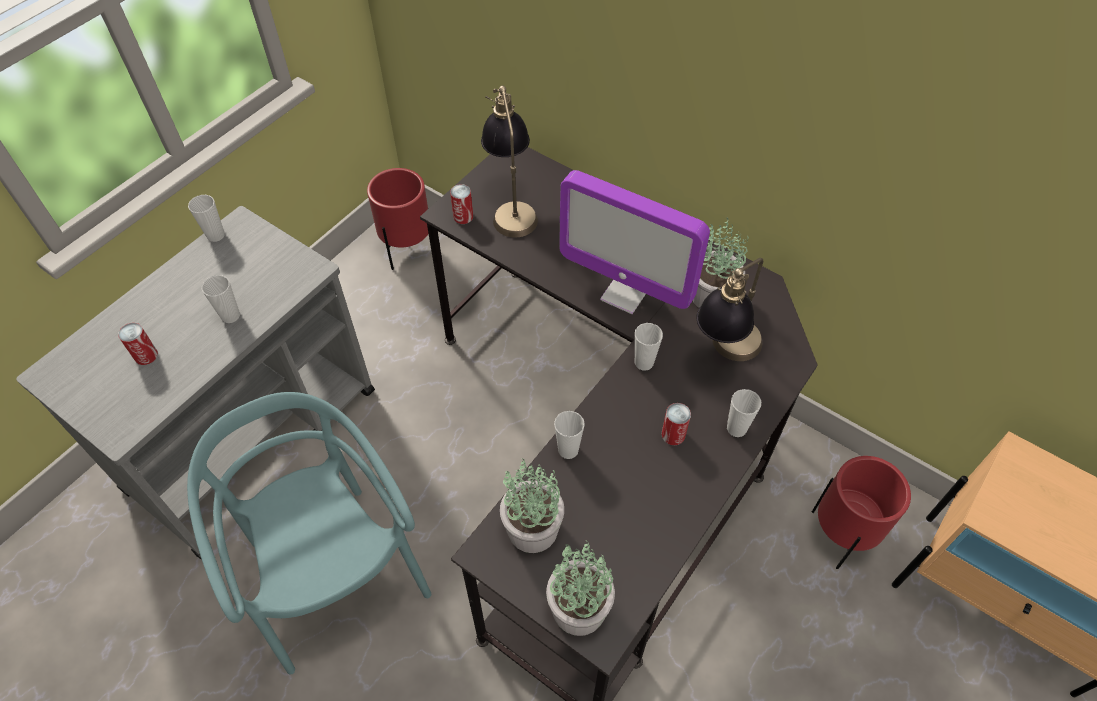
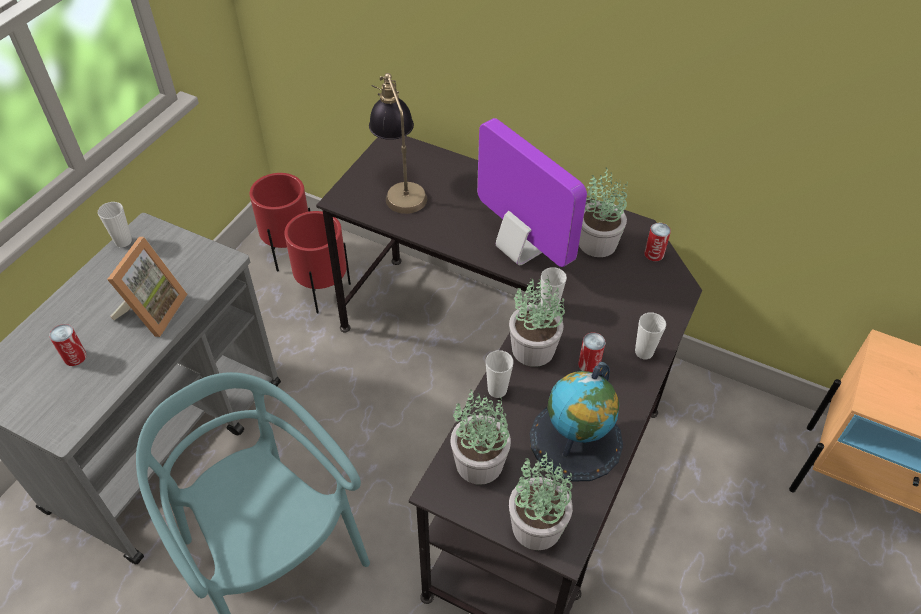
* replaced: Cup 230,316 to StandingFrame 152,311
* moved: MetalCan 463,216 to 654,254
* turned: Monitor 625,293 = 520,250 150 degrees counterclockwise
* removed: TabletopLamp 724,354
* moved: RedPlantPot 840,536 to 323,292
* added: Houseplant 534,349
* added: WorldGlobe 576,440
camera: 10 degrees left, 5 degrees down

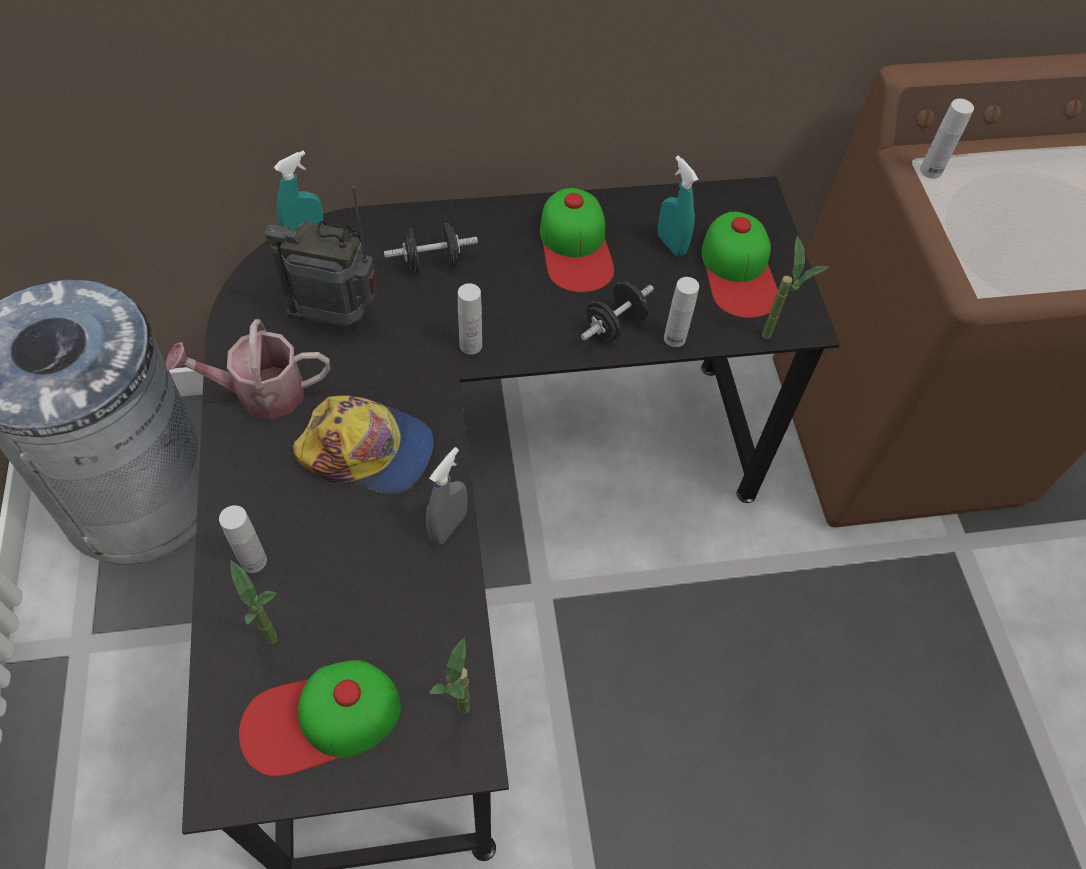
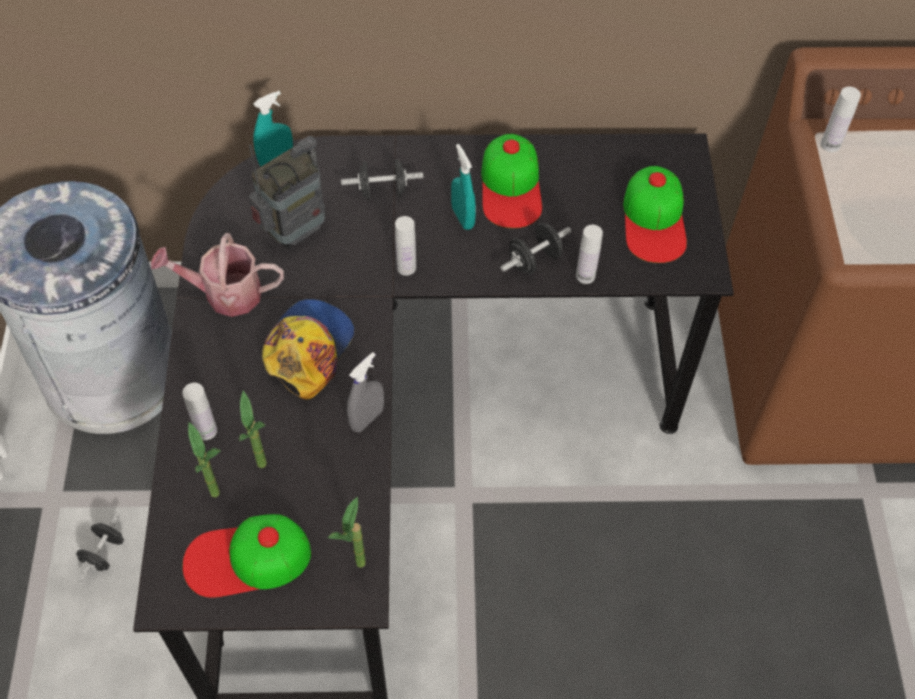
* turned: RadioReceiver 337,315 = 295,232 120 degrees clockwise
* turned: PeakedCap 367,450 = 308,349 90 degrees counterclockwise
* moved: TurquoiseColouredSprayBottle 671,244 to 462,217
* moved: Houseplant 773,342 to 265,472
* added: BlackishHandWeight 104,554
camera: 10 degrees right, 0 degrees up

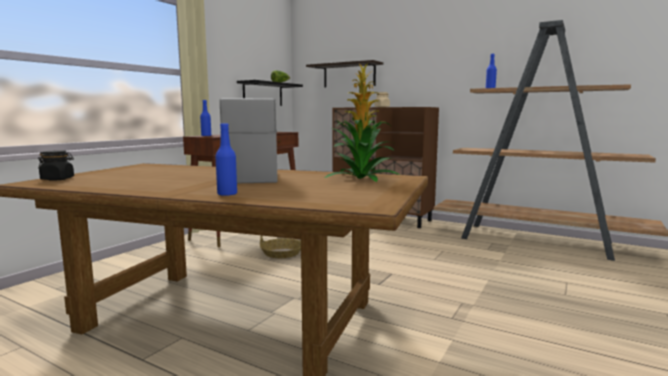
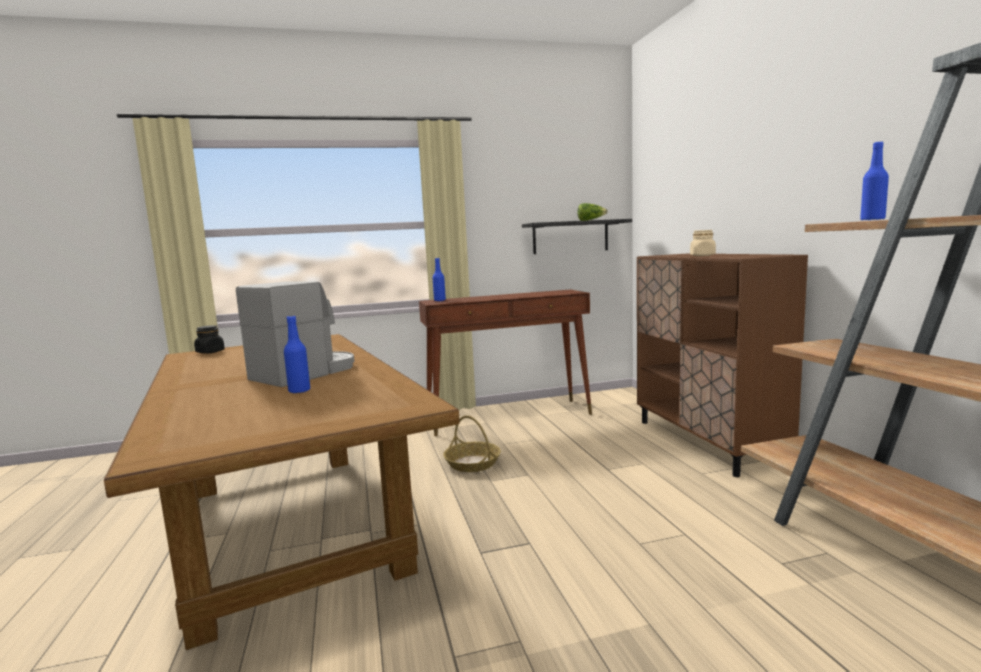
* moved: BluishDrinkBottle 227,194 to 299,391
* removed: BracketShelf 349,75
* removed: Houseplant 362,178
camera: 45 degrees right, 0 degrees up

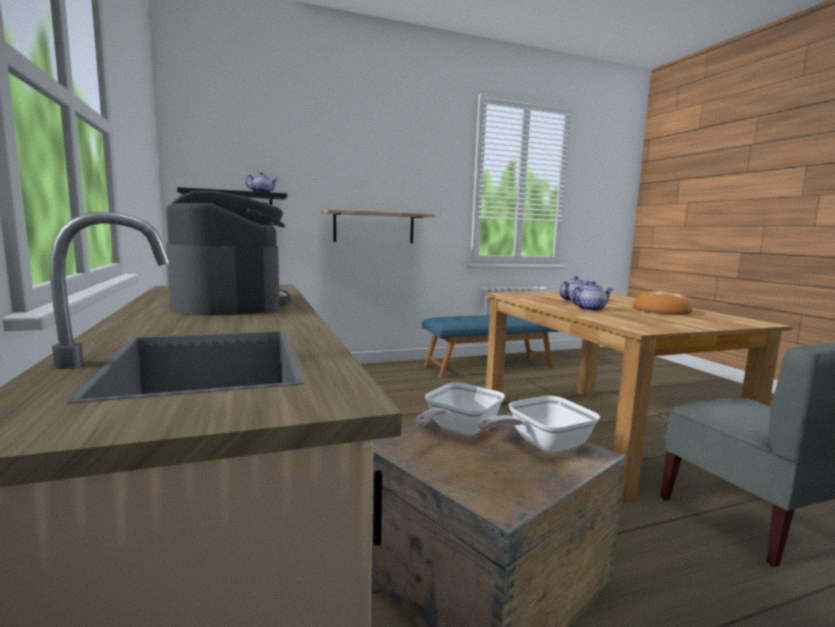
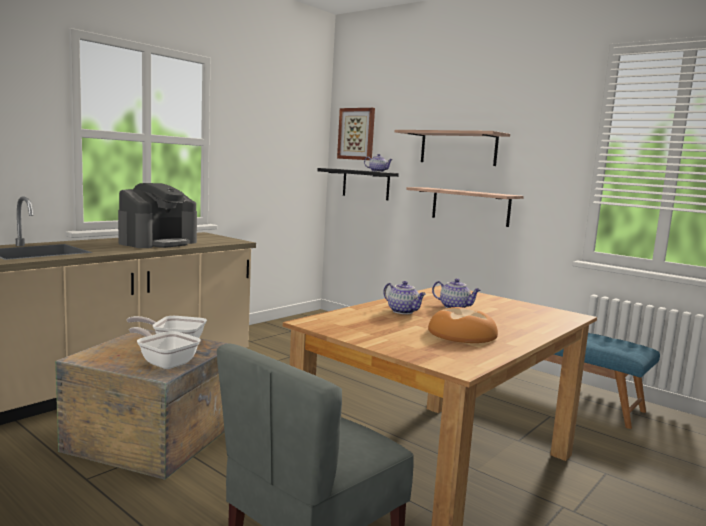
* added: Picture 356,134
* added: BracketShelf 458,148
camera: 60 degrees right, 0 degrees up

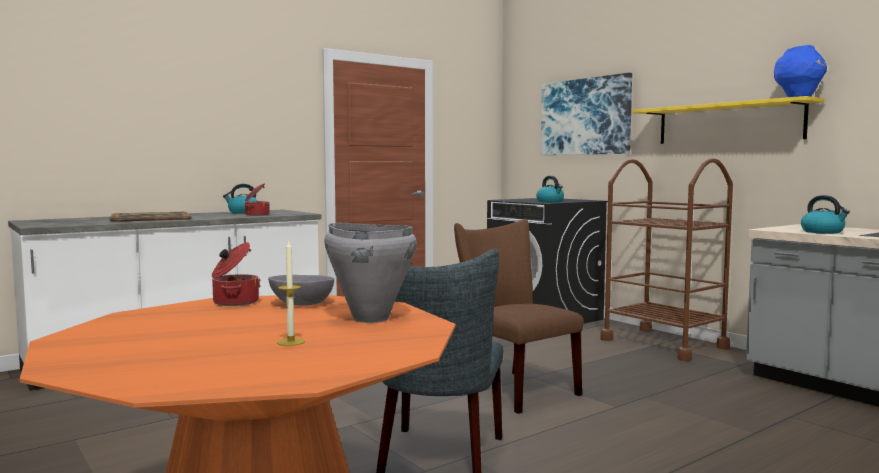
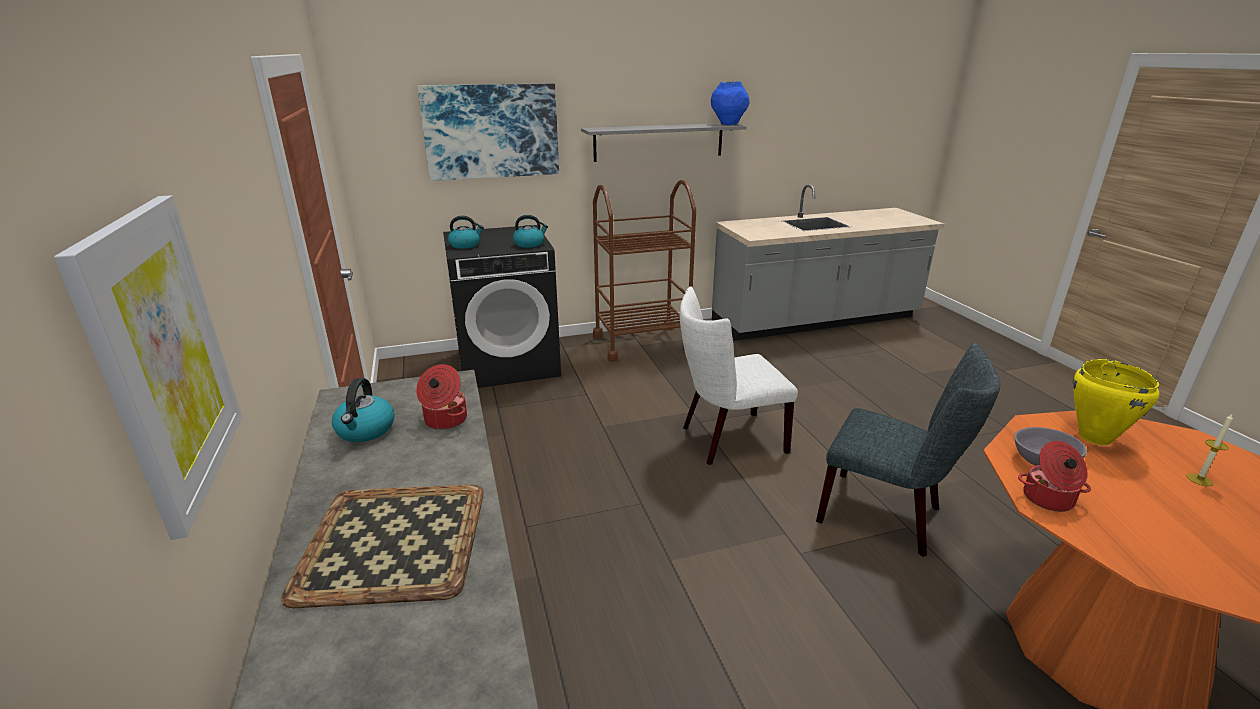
* recoloured: GreyishCookingPot 370,319 to YellowColouredCookingPot 1094,438
* recoloured: BrownPlainChair 512,388 to WhiteColouredPlainChair 727,440
* recoloured: YellowColouredBracketShelf 728,123 to GreyishBracketShelf 659,142
* moved: WaterKettle 823,232 to 465,245
* added: Picture 163,358
camera: 70 degrees left, 20 degrees up

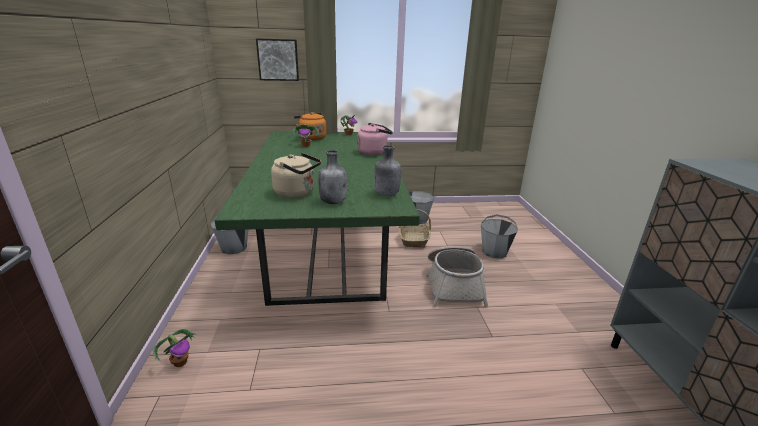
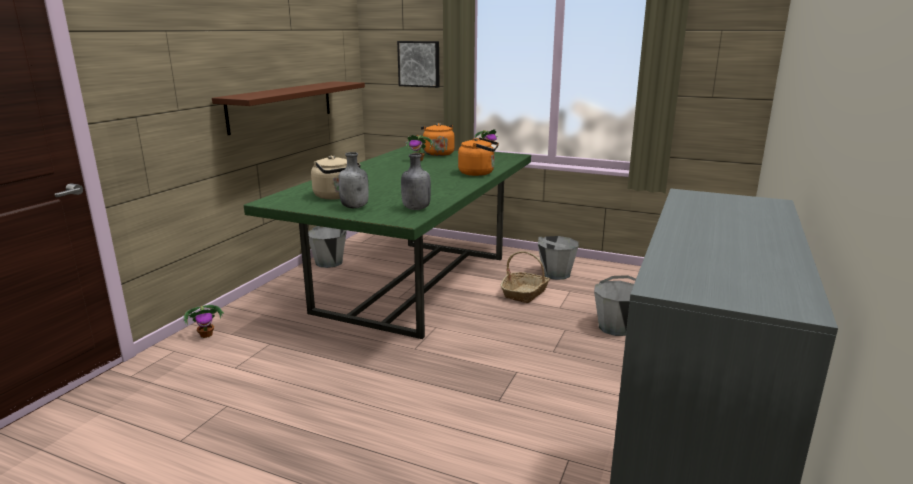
* recoloured: PinkWaterKettle 374,152 to OrangeWaterKettle 479,173
* removed: HouseholdBasket 453,285
* added: BrownBracketShelf 282,106
camera: 30 degrees right, 5 degrees down

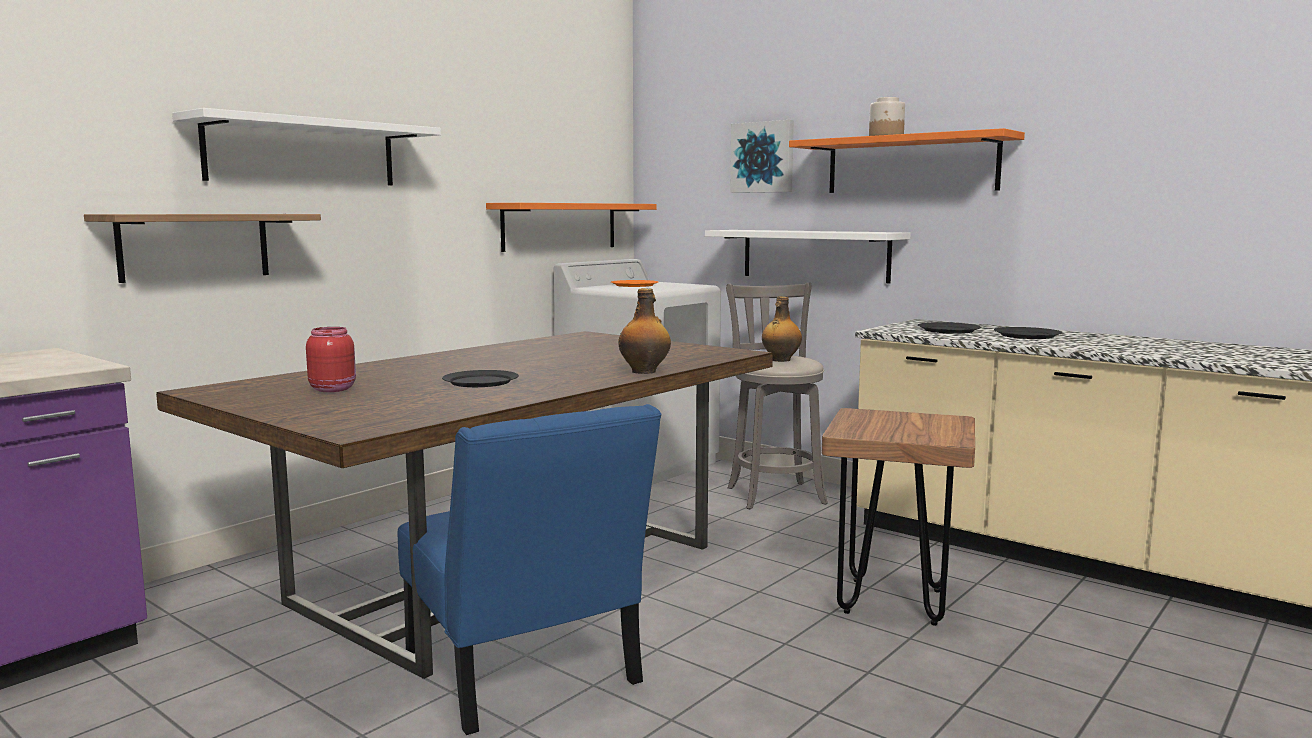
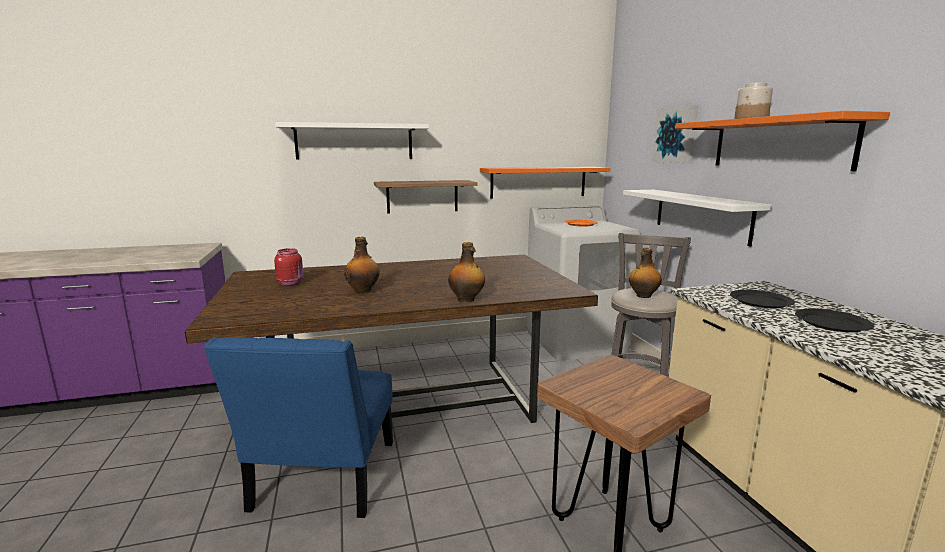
* moved: BracketShelf 195,246 to 422,196
* replaced: BlackishDinnerPlate 481,381 to DrinkBottle 363,291
camera: 35 degrees right, 5 degrees up

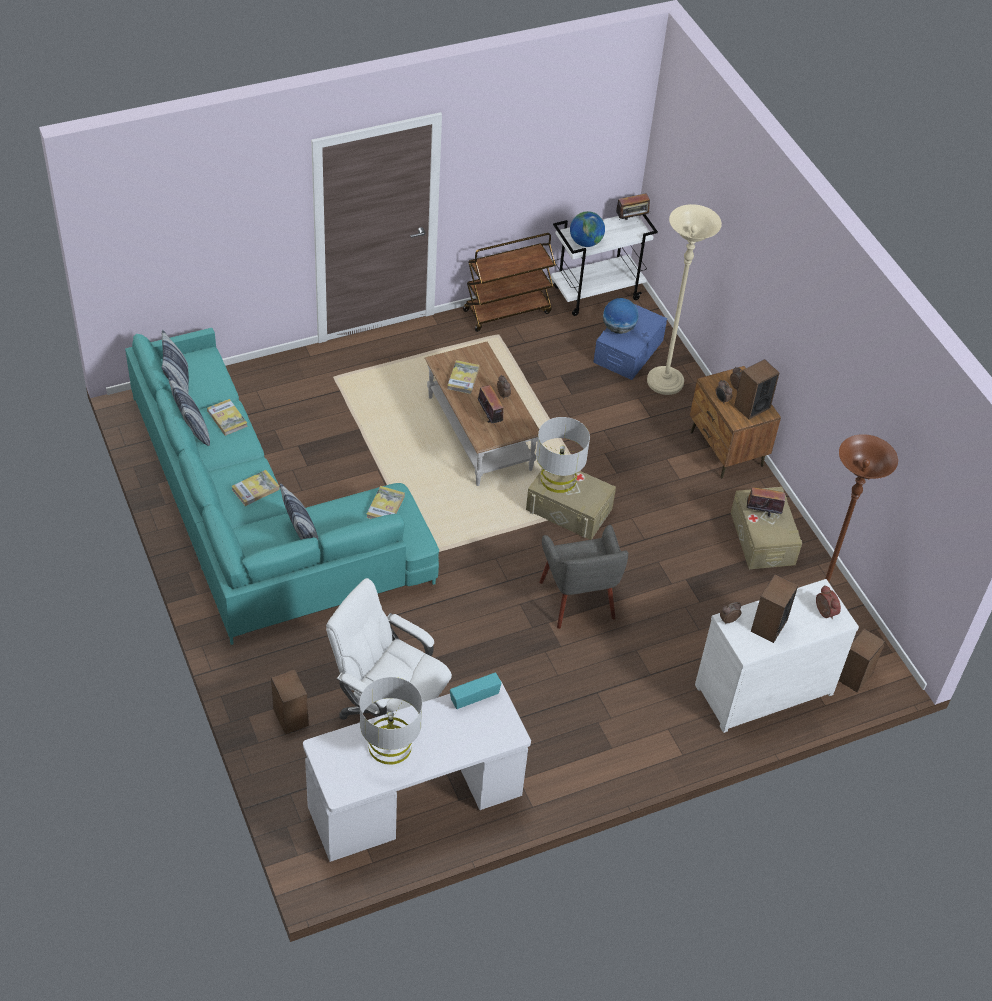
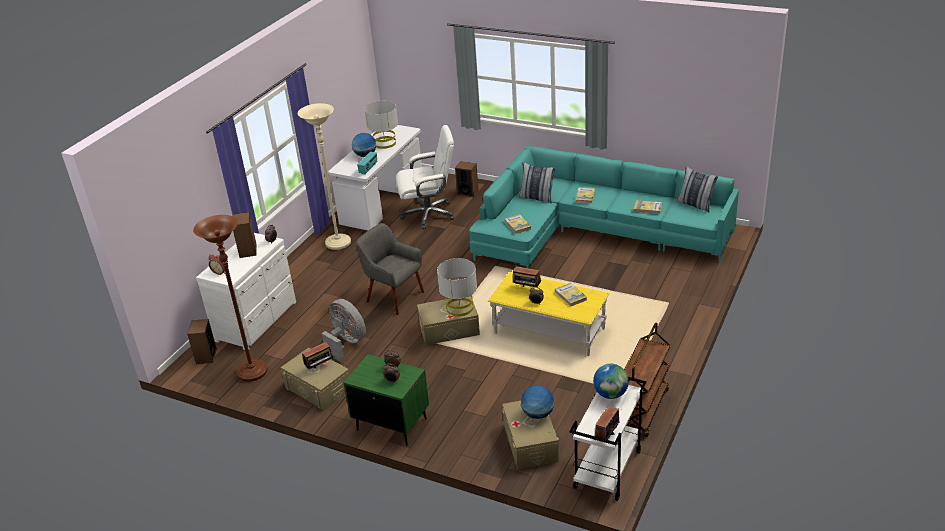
* removed: Cushion 192,429
* recoloured: BrownLoungeTable 479,433 to YellowColouredLoungeTable 549,331
* recoloured: BluishStorageBox 628,351 to BeigeColouredStorageBox 530,442
* moved: BeigeColouredStandingLamp 665,382 to 338,243
* recoloured: BrownNightTable 726,449 to GreenNightTable 391,424
* removed: AudioSpeaker 752,407
* added: GreyishCoolingFan 346,343
* added: WorldGlobe 365,155
camera: 145 degrees right, 15 degrees down

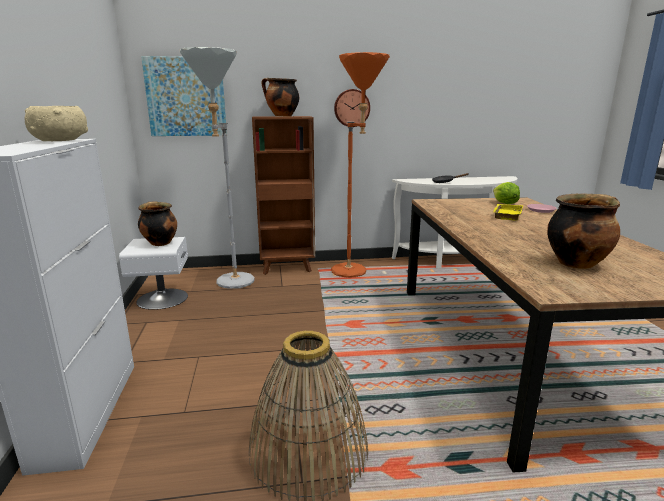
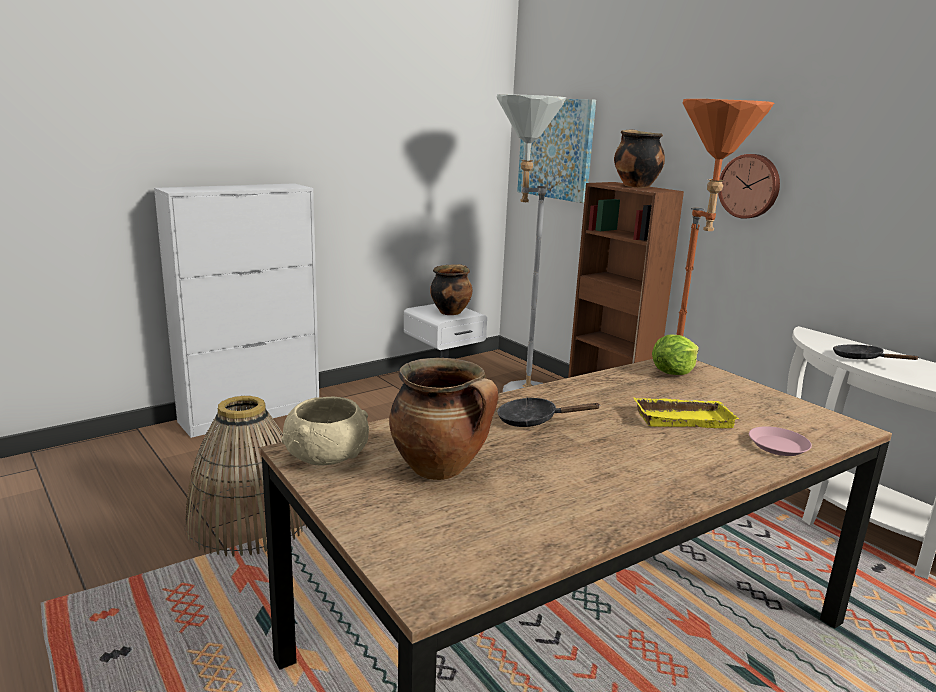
* moved: BeigeColouredBowl 60,141 to 327,456
* moved: Lettuce 504,204 to 673,372
* added: BlackishFryingPan 533,421
camera: 60 degrees right, 0 degrees up

